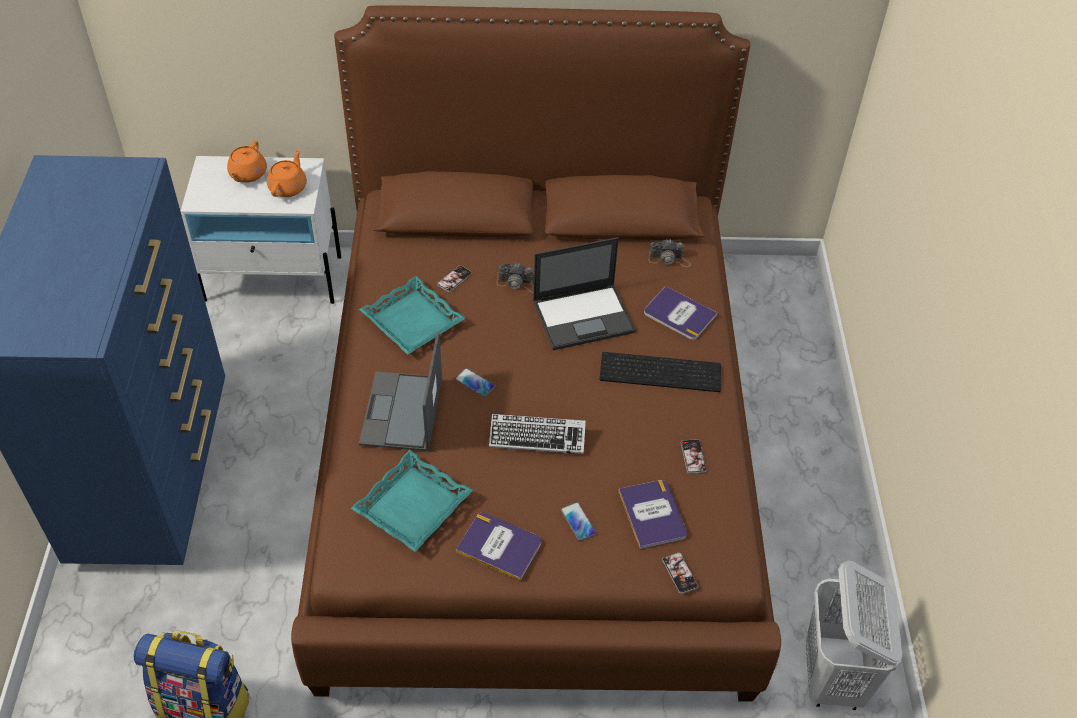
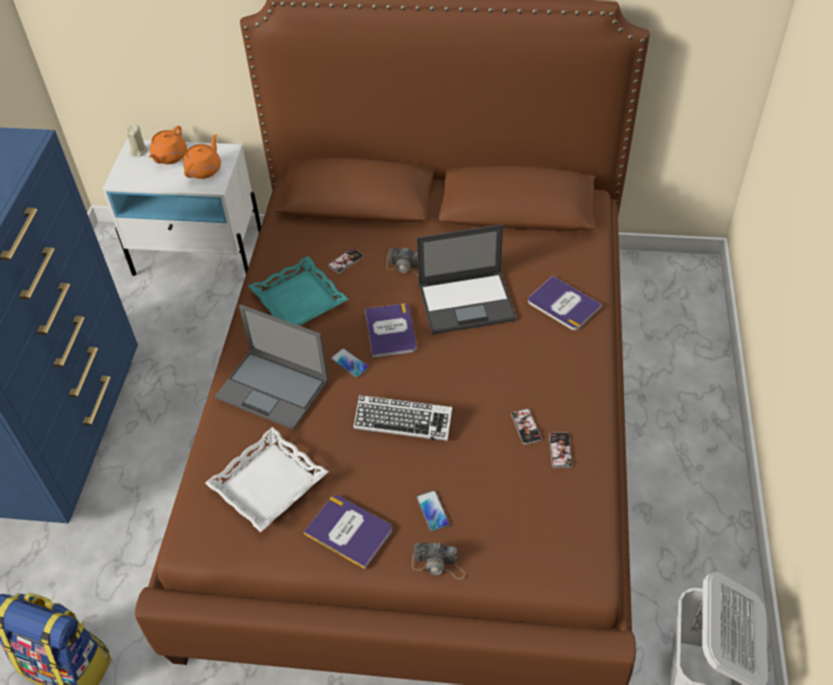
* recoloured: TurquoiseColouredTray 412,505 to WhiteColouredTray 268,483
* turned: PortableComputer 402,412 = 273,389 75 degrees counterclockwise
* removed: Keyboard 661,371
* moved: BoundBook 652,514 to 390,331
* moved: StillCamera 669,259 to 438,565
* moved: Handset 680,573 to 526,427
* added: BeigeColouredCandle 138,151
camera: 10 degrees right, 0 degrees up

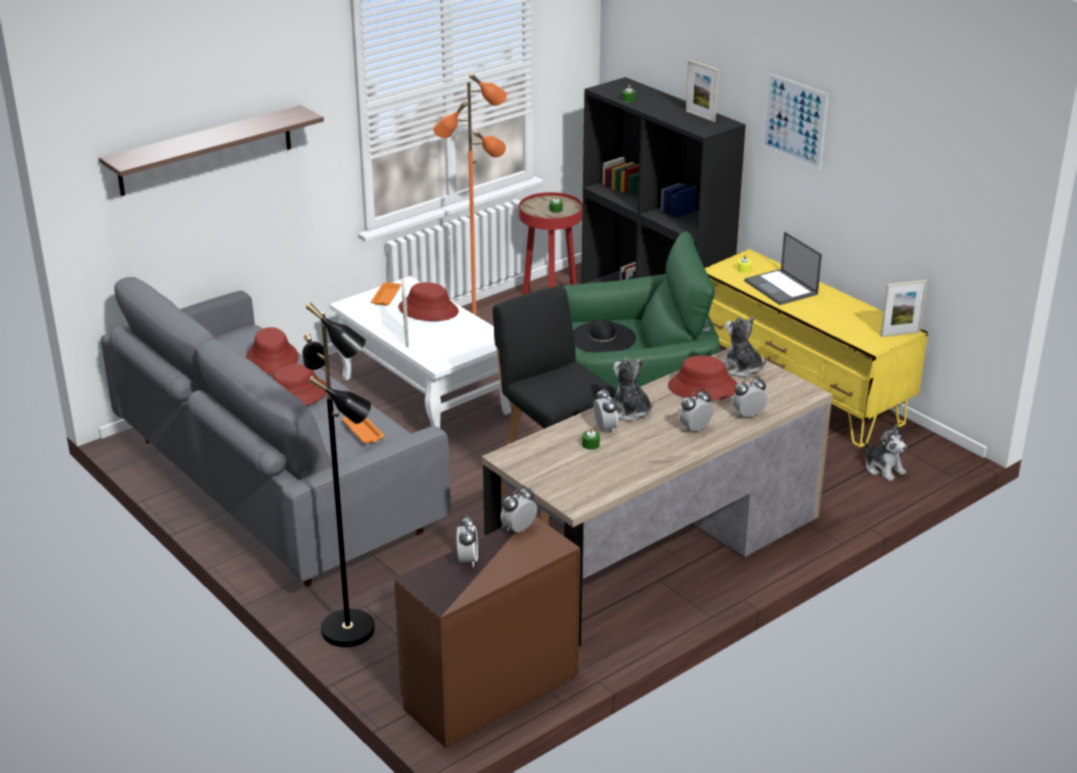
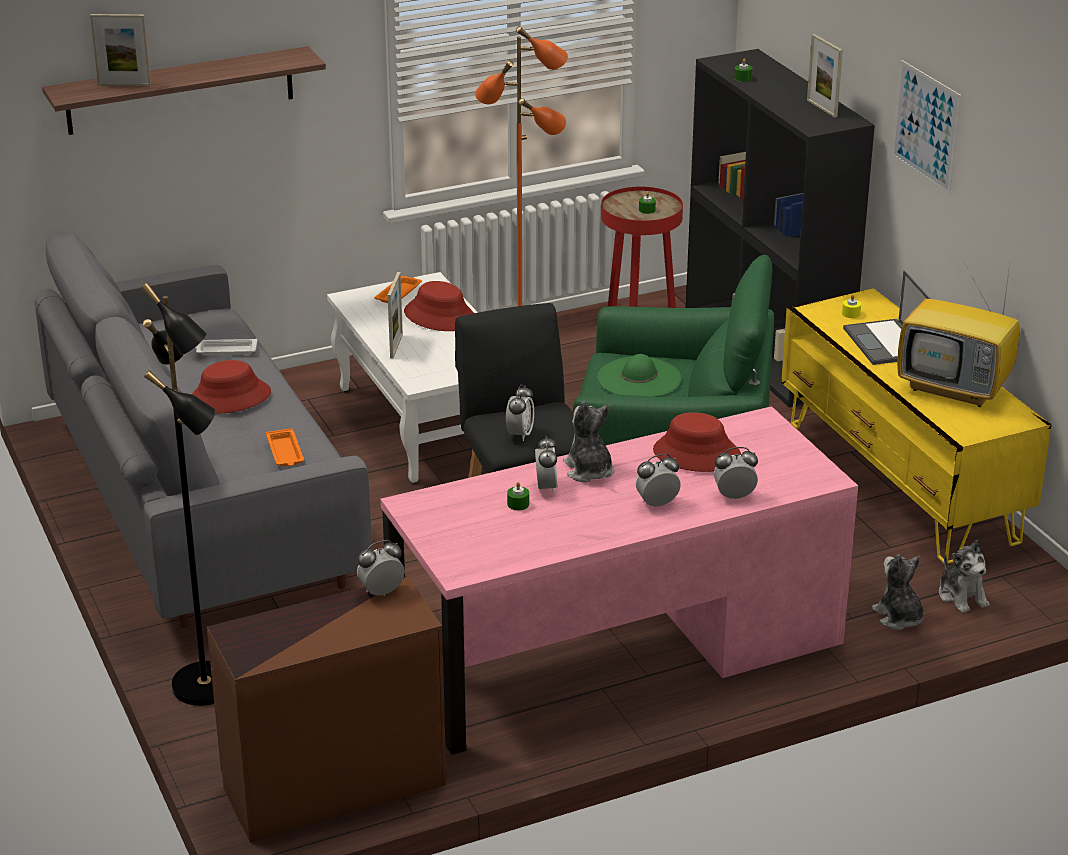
* replaced: RedHat 272,358 to WhiteColouredTray 226,350
* moved: AlarmClock 467,560 to 520,434
* recoloured: BrownDeskUnit 656,550 to PinkDeskUnit 616,652
* recoloured: BlackishHat 603,338 to GreenHat 639,378
* moved: CuddlyToy 741,368 to 898,617
* moved: StandingFrame 900,334 to 124,85
* added: Tv 956,389
camera: 15 degrees right, 0 degrees up

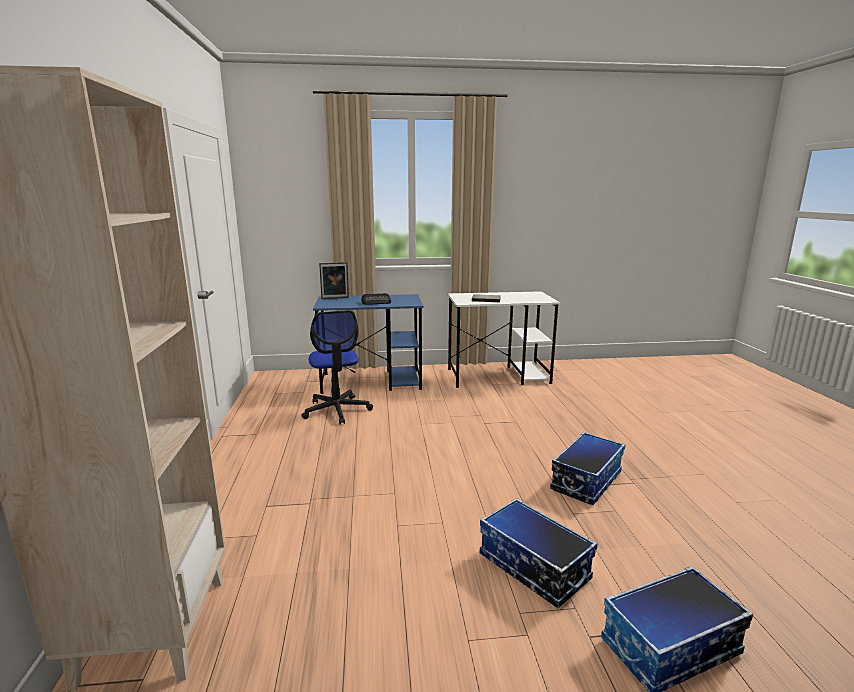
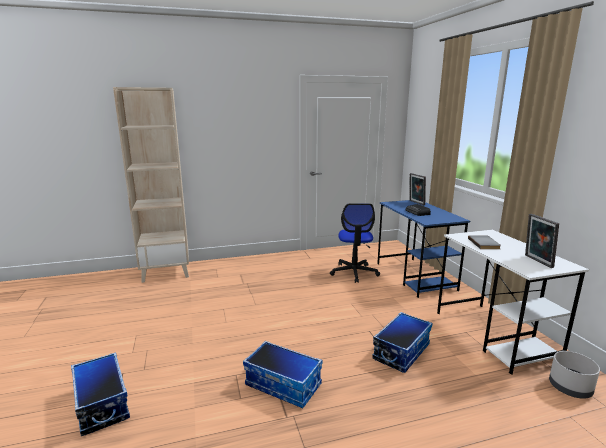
* turned: ComputerChair 337,410 = 354,272 60 degrees counterclockwise
* moved: StorageBox 532,567 to 401,351
* added: StandingFrame 537,261
* added: GreyishPlantPot 570,388
camera: 80 degrees right, 0 degrees up

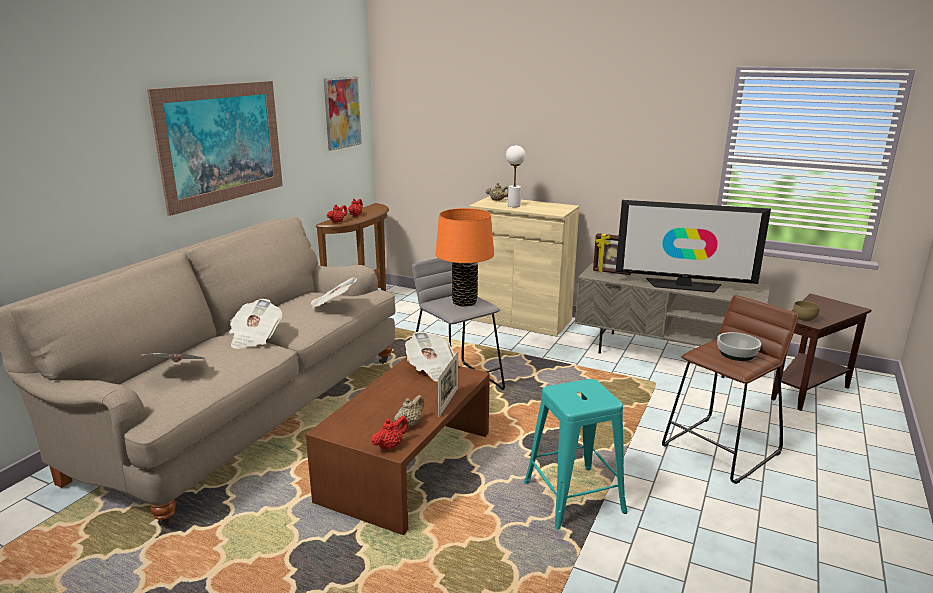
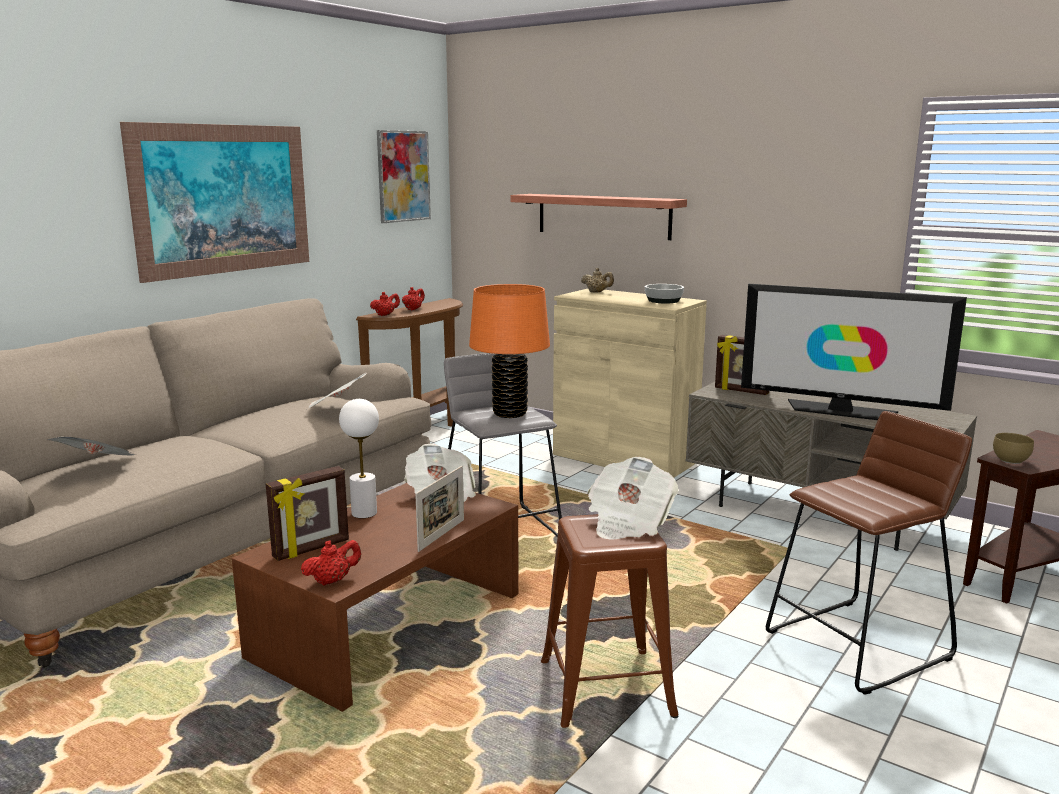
* moved: DailyPaper 255,338 to 628,522
* removed: BeigeColouredTeapot 409,424
* moved: WhiteColouredTabletopLamp 514,205 to 364,513
* recoloured: TurquoiseColouredStoolSeat 573,497 to BrownStoolSeat 606,688
* moved: Bowl 737,354 to 664,300
* added: StandingFrame 312,549
* added: BracketShelf 603,216
camera: 10 degrees right, 5 degrees down

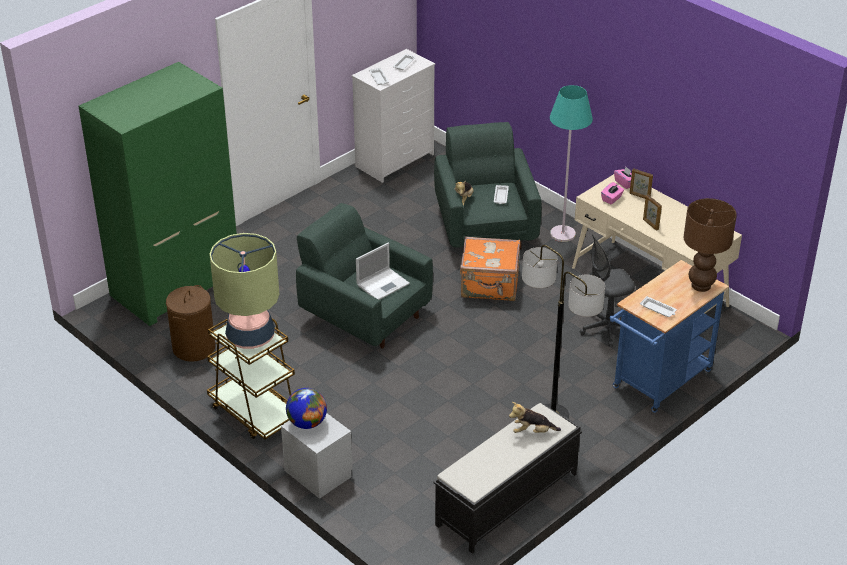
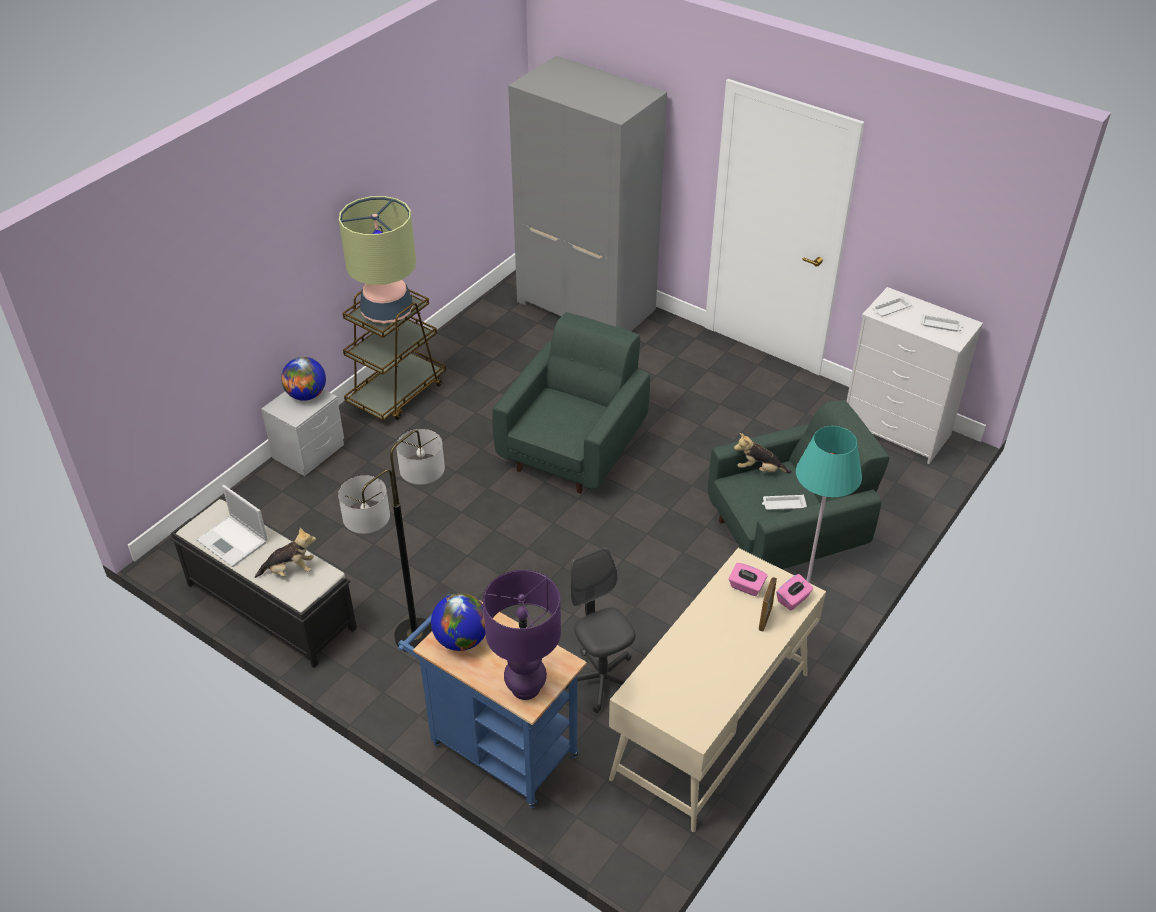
* recoloured: GreenWardrobe 176,285 to GreyishWardrobe 587,306
* removed: BrownWashingBasket 194,347
* moved: PortableComputer 383,284 to 233,541
* removed: OrangeSuitcase 490,286
* turned: CuddlyToy 532,431 = 290,570 90 degrees clockwise
* replaced: WhiteColouredTray 658,309 to WorldGlobe 461,639
* removed: StandingFrame 650,224
* recoloured: BrownTabletopLamp 700,286 to PurpleColouredTabletopLamp 525,687
camera: 80 degrees right, 5 degrees up

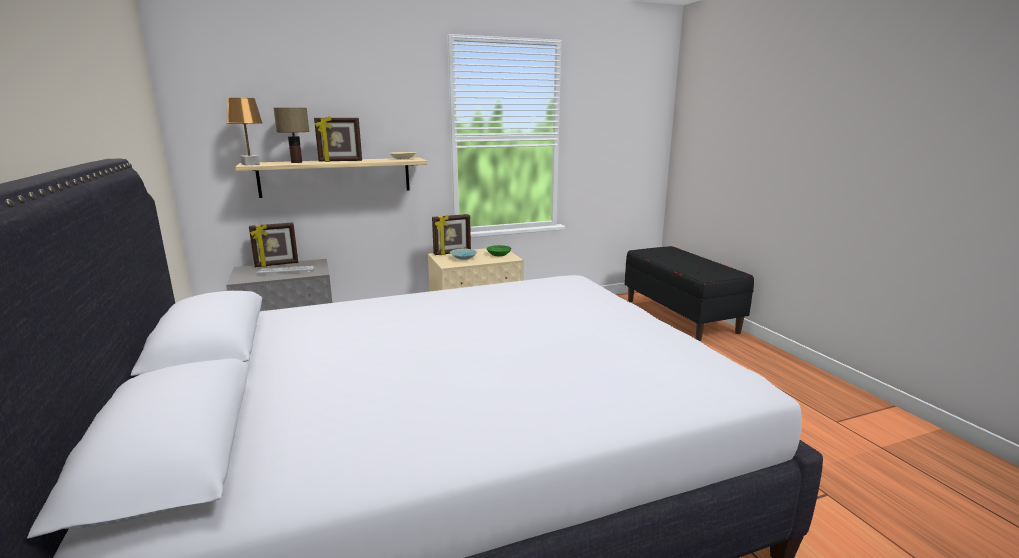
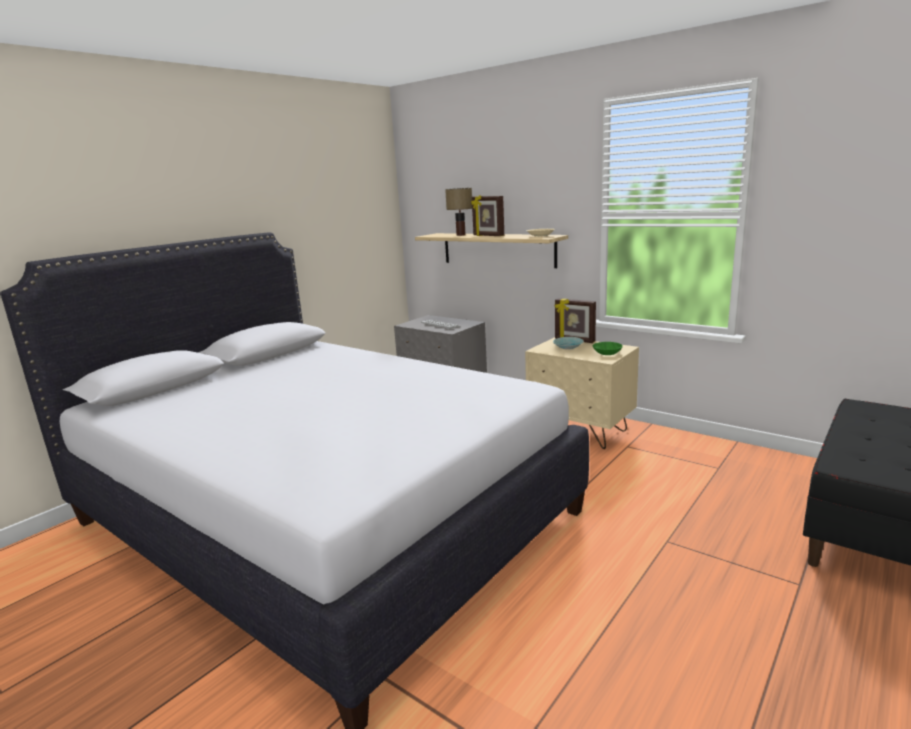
* removed: BrownTabletopLamp 250,164
* removed: StandingFrame 277,264
camera: 60 degrees right, 0 degrees up

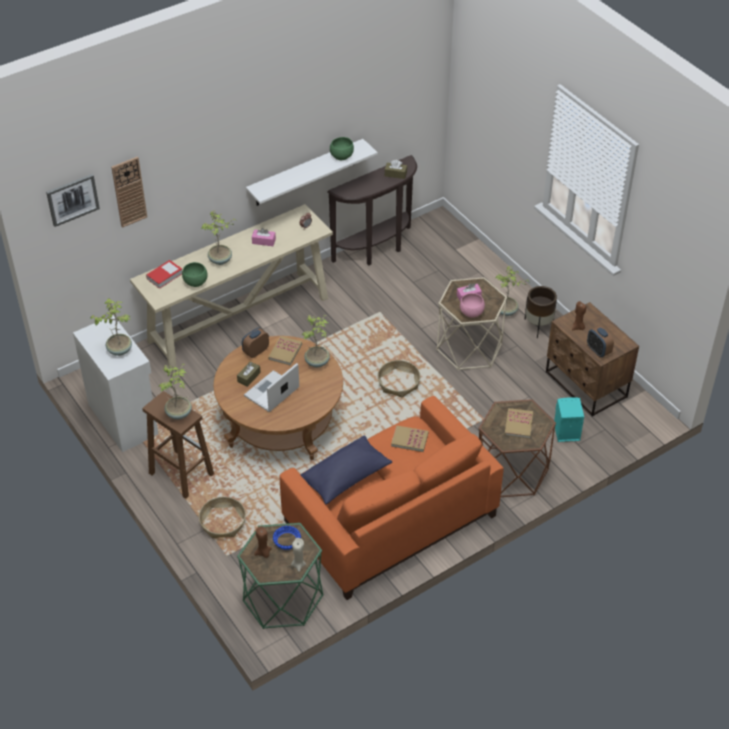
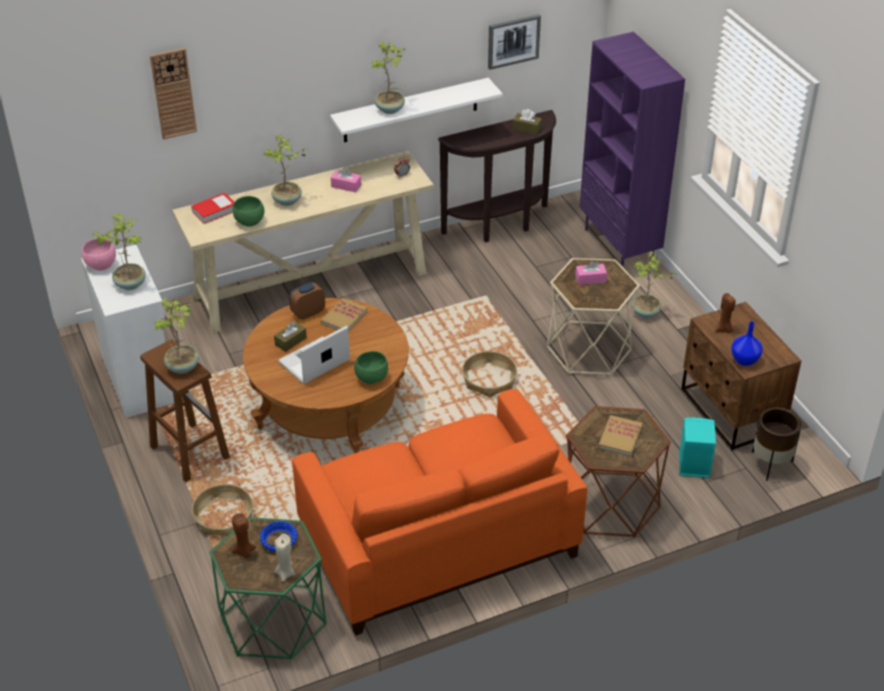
* moved: Picture 72,199 to 513,41
* removed: BluishCushion 345,477
* moved: Houseplant 318,362 to 390,109
* moved: GreenBowl 341,156 to 371,378
* removed: BoundBook 409,439
* moved: PinkBowl 471,313 to 101,266
* moved: BrownPlantPot 538,326 to 770,464
* replaced: AlarmClock 598,351 to BluishFlowerVase 745,360
* added: PurpleColouredBookcase 619,246
camera: 10 degrees right, 5 degrees down

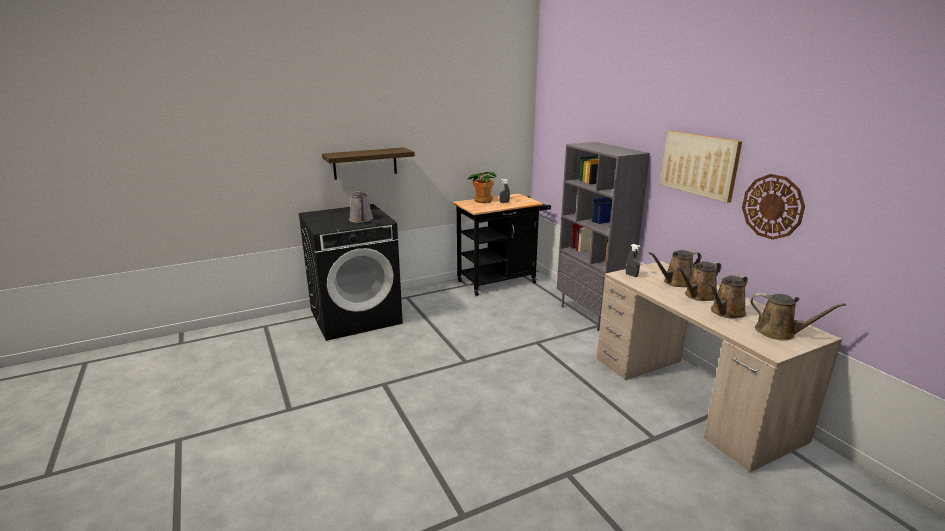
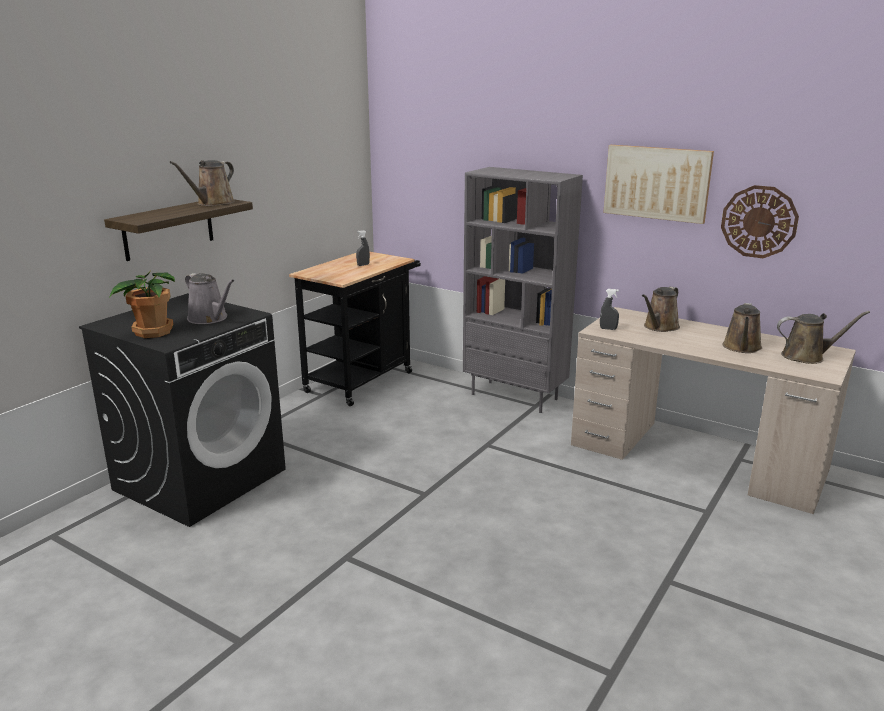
* moved: Houseplant 482,201 to 152,332
* moved: BrownWateringPot 698,296 to 213,203
camera: 30 degrees left, 0 degrees up

